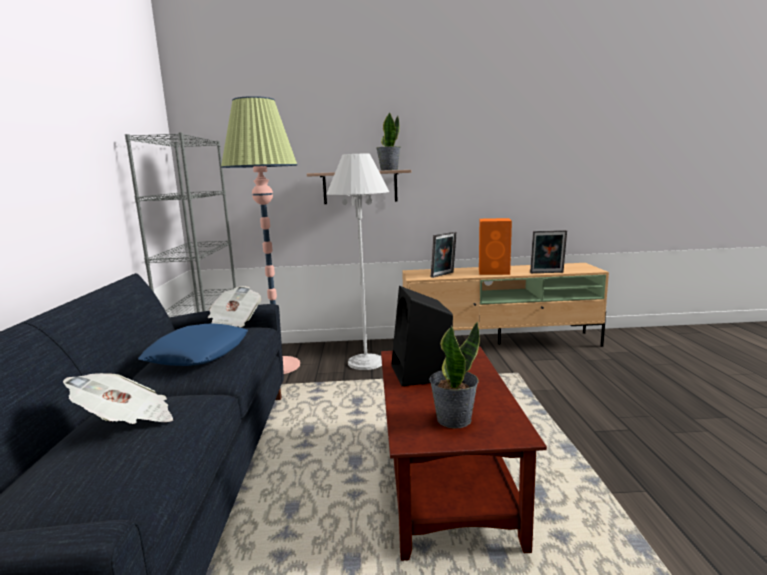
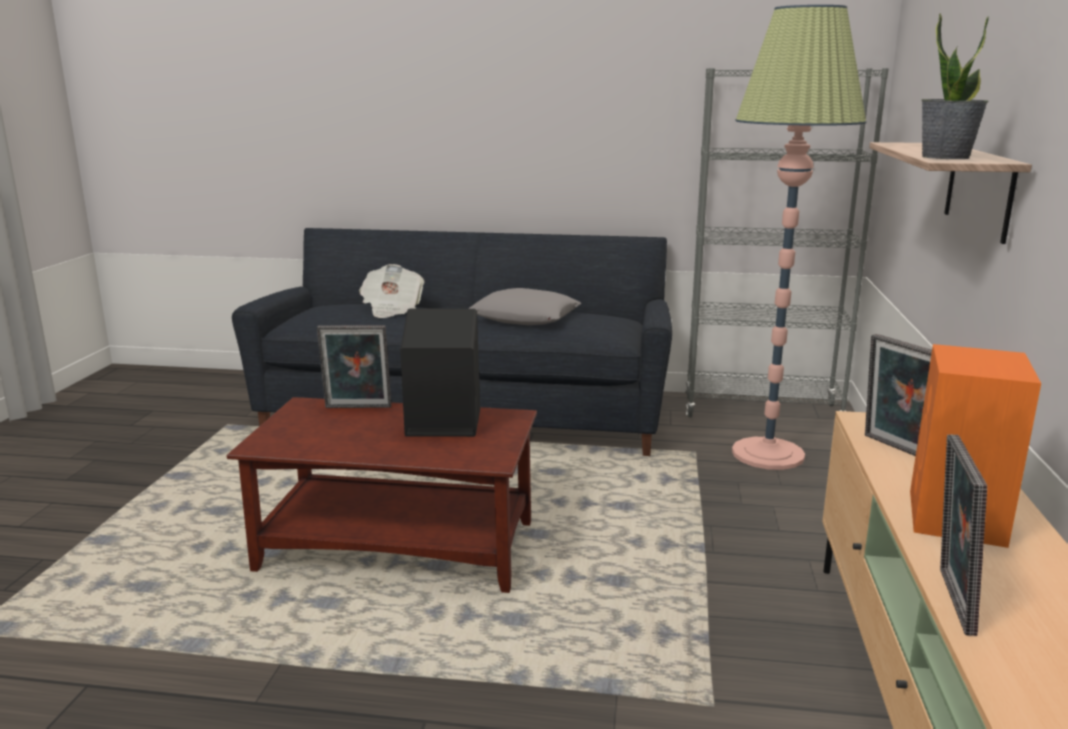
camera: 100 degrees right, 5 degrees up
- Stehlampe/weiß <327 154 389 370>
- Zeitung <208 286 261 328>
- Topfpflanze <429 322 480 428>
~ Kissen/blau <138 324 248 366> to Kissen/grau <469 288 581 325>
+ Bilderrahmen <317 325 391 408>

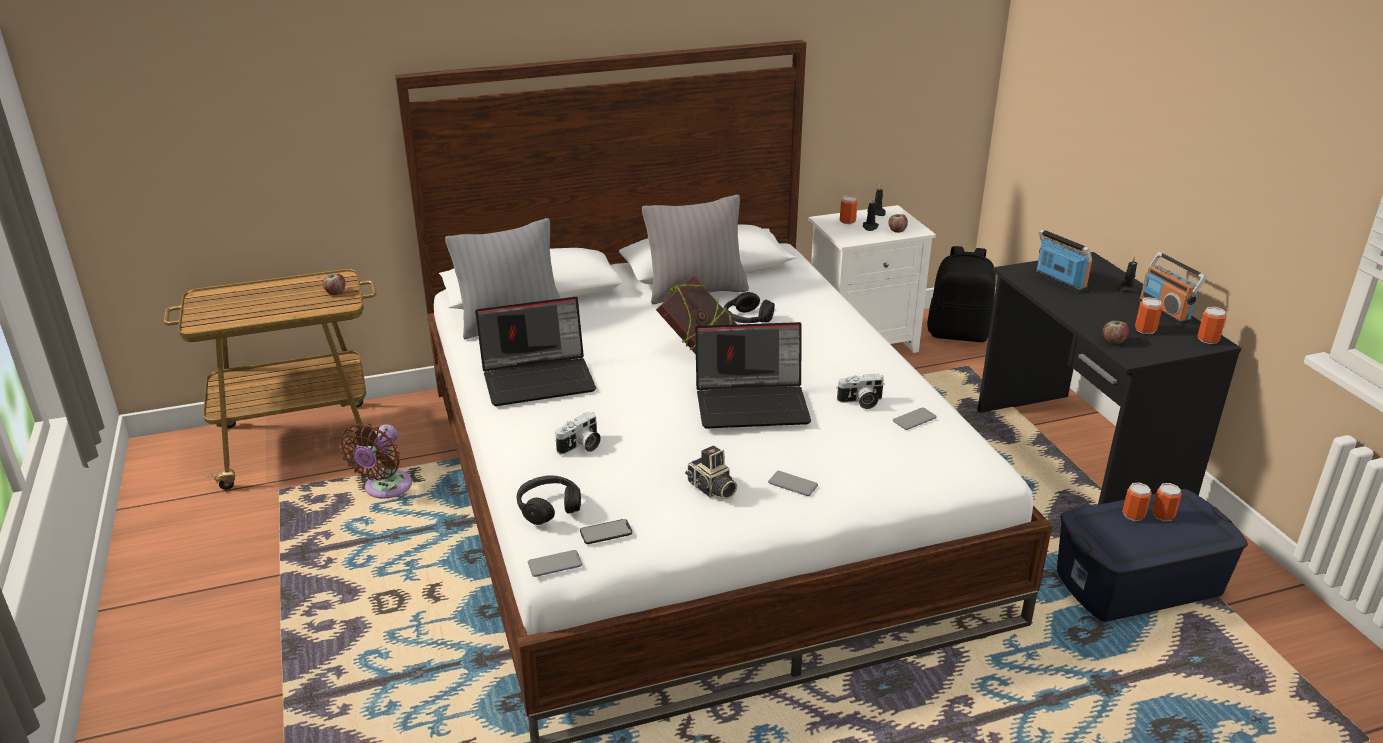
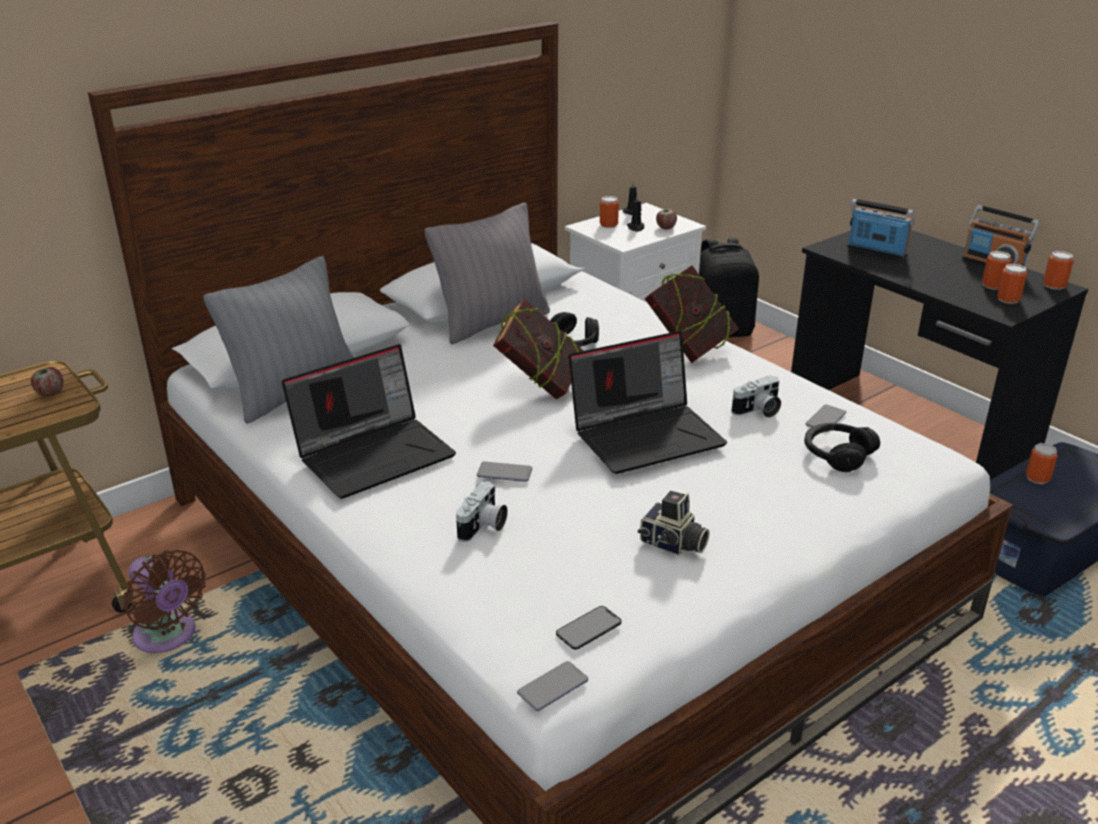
camera: 20 degrees left, 0 degrees up
- Kerze/schwarz <1117 256 1140 293>
- Apfel <1103 321 1129 344>
~ Ventilator/braun <340 424 412 499> = <124 550 206 653> 45 degrees counterclockwise
~ Handy <768 471 818 496> to <477 461 532 482>
~ Kopfhörer/schwarz <517 476 581 525> to <804 423 880 472>
~ Dose <1152 483 1182 521> to <997 264 1027 304>
+ Buch <645 266 739 363>

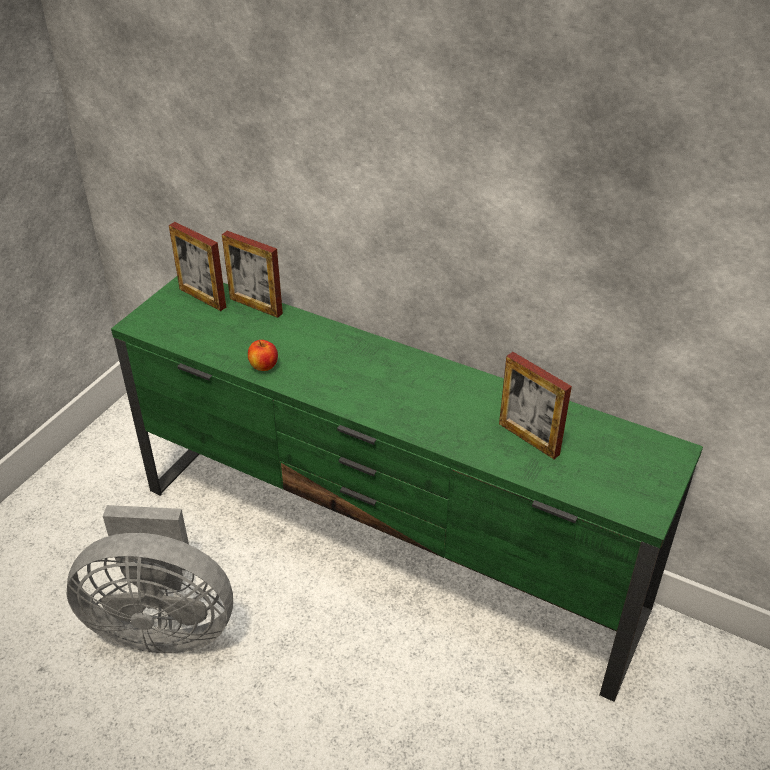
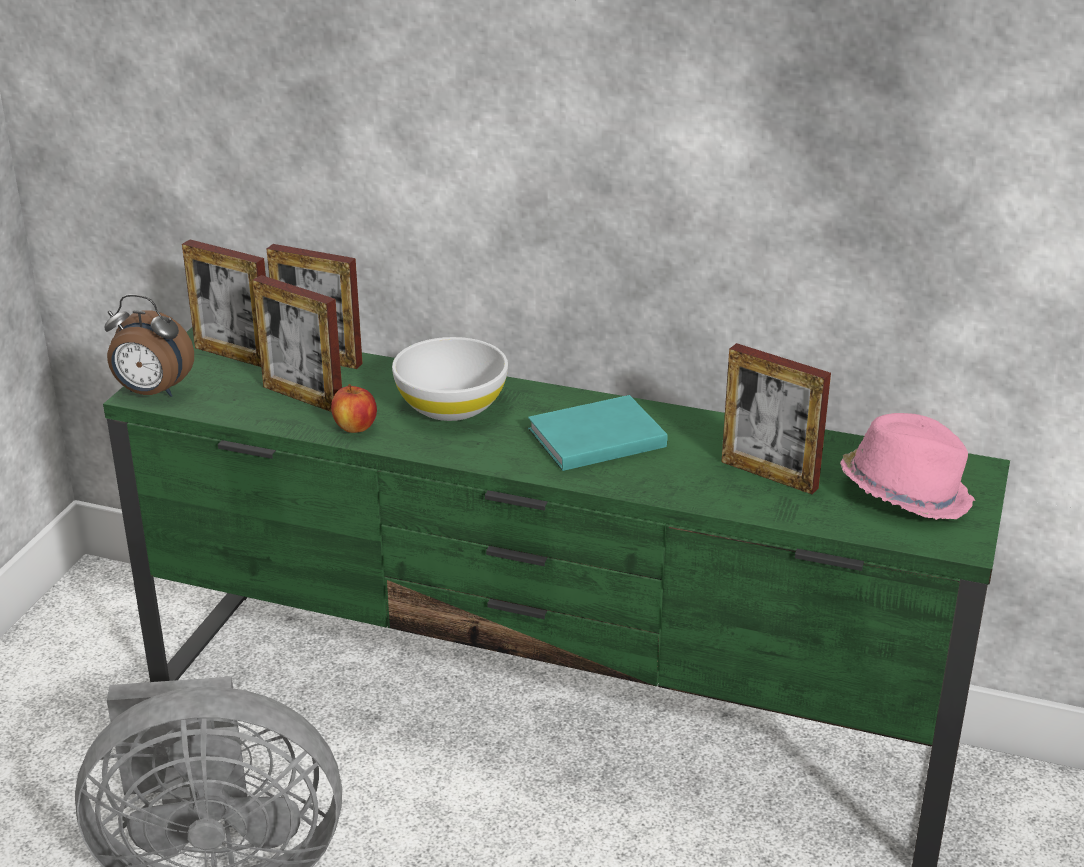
camera: 10 degrees left, 10 degrees down
+ Bilderrahmen <252 275 342 412>
+ Wecker <104 294 194 397>
+ Schüssel/weiß <392 337 508 421>
+ Buch/türkis <528 395 667 471>
+ Hut/rosa <840 413 975 520>

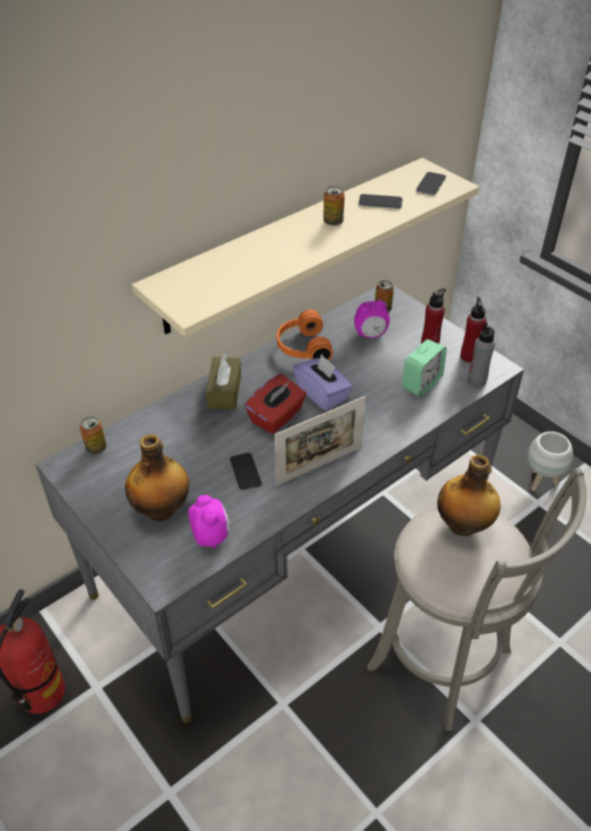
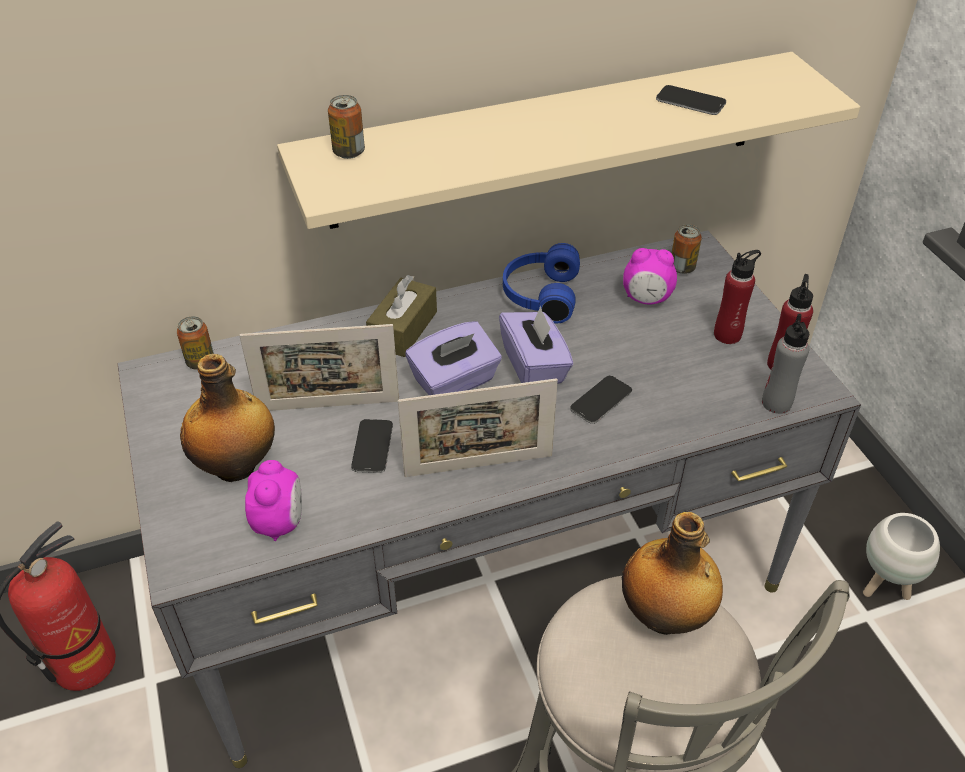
camera: 20 degrees right, 0 degrees up
~ Handy <416 172 446 195> to <570 376 632 424>
~ Dose <323 186 345 226> to <328 95 365 159>
~ Kopfhörer/orange <277 310 333 361> to Kopfhörer/blau <503 243 580 323>
- Wecker <402 339 447 397>
~ Taschentuchbox/rot <245 374 307 434> to Taschentuchbox/lila <405 321 502 395>
+ Bilderrahmen <239 324 399 411>

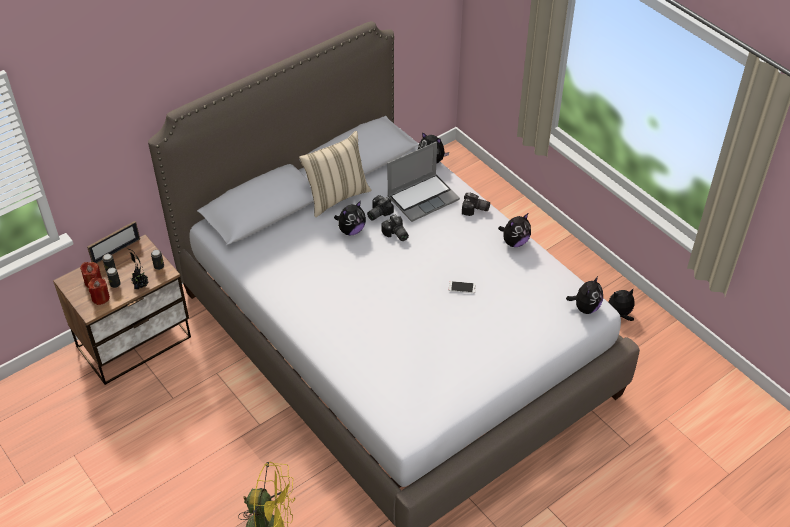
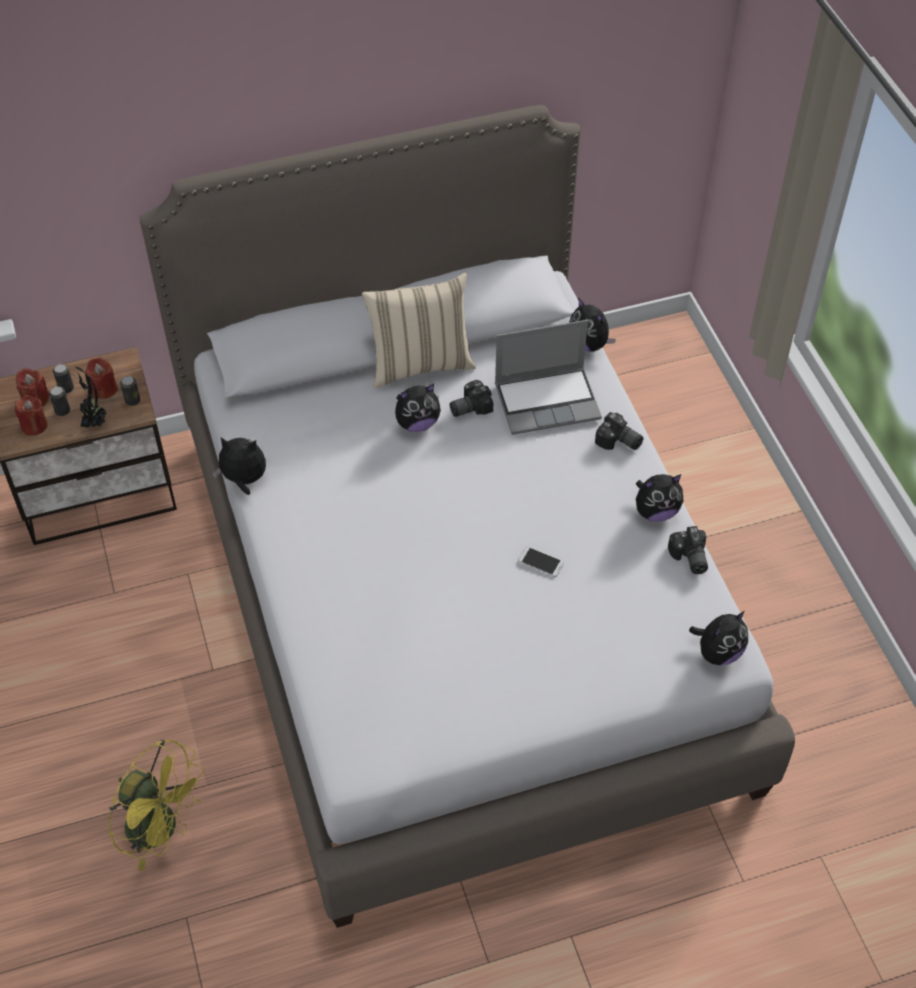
camera: 20 degrees right, 5 degrees up
~ Kamera <382 215 409 241> to <668 526 708 574>
- Bilderrahmen <87 221 140 264>
~ Plüschtier <608 289 634 321> to <213 437 266 495>
+ Kerze/rot <85 357 118 399>

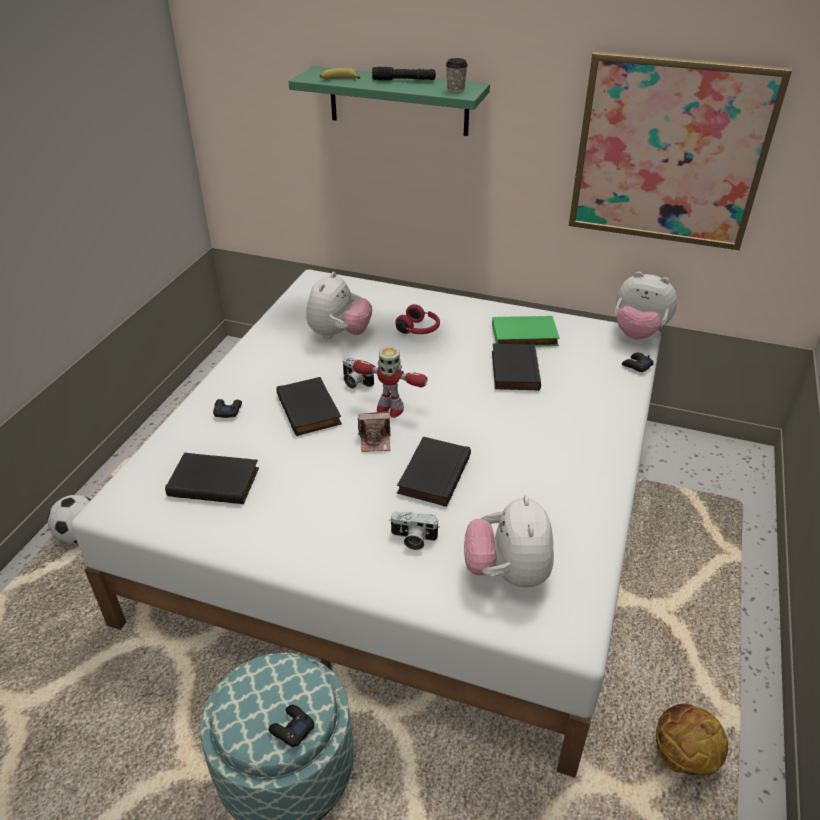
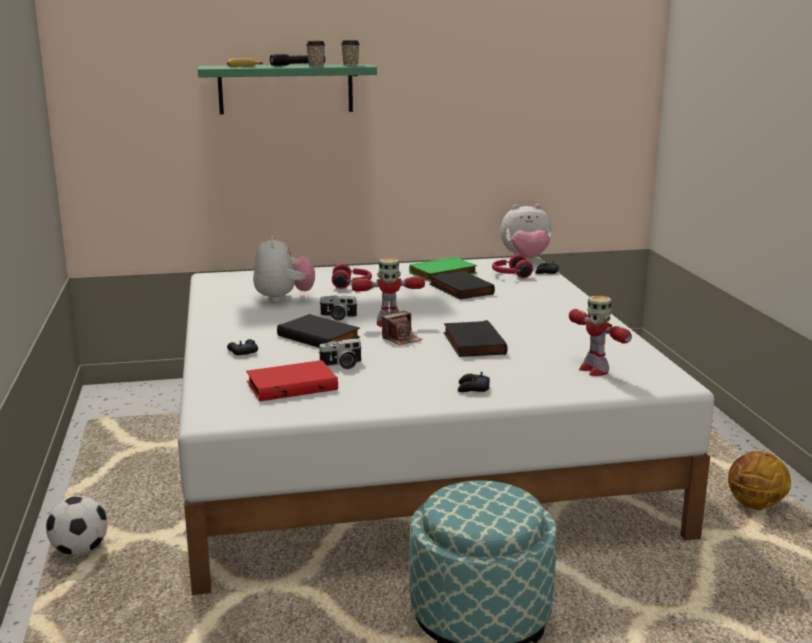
camera: 30 degrees left, 20 degrees down
- Bild <569 51 792 250>
~ Buch/schwarz <165 453 259 504> to Buch/rot <246 360 338 401>
~ Plüschtier <464 496 554 587> to Spielzeugroboter <569 296 632 376>
~ Kamera <389 512 440 550> to <319 338 362 369>
~ Gamepad/schwarz <268 705 314 747> to <458 372 490 392>
+ Tasse <306 41 325 67>
+ Kopfhörer/rot <492 254 533 278>

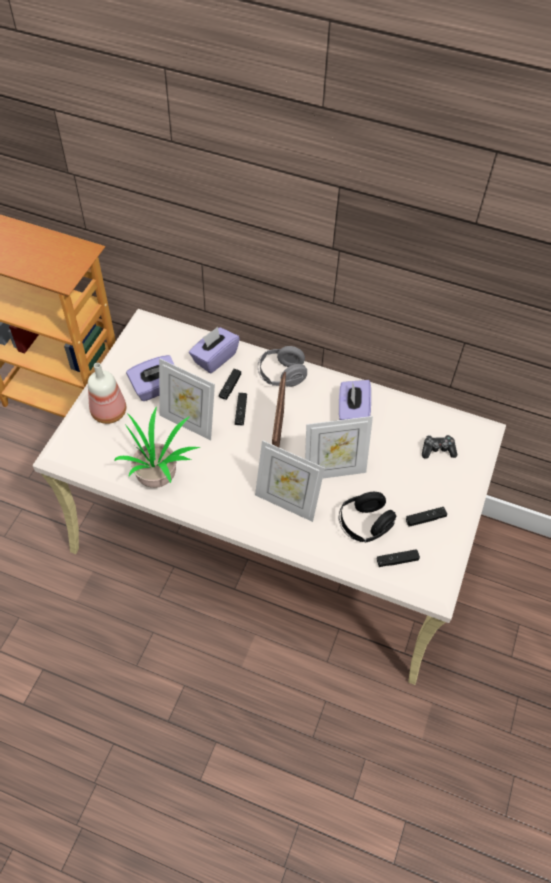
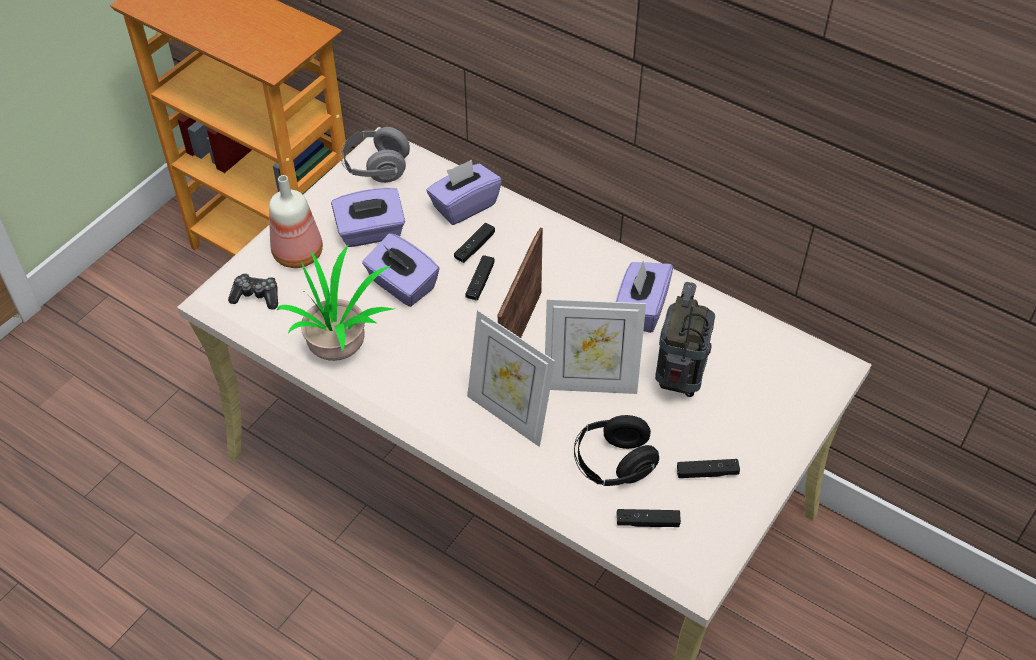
camera: 15 degrees right, 5 degrees down
~ Kopfhörer/grau <258 346 307 387> to <340 127 410 183>
~ Bilderrahmen <159 359 215 441> to Taschentuchbox/lila <362 233 440 307>
~ Gamepad <422 435 457 459> to <228 273 278 309>
+ Radio <655 282 715 397>

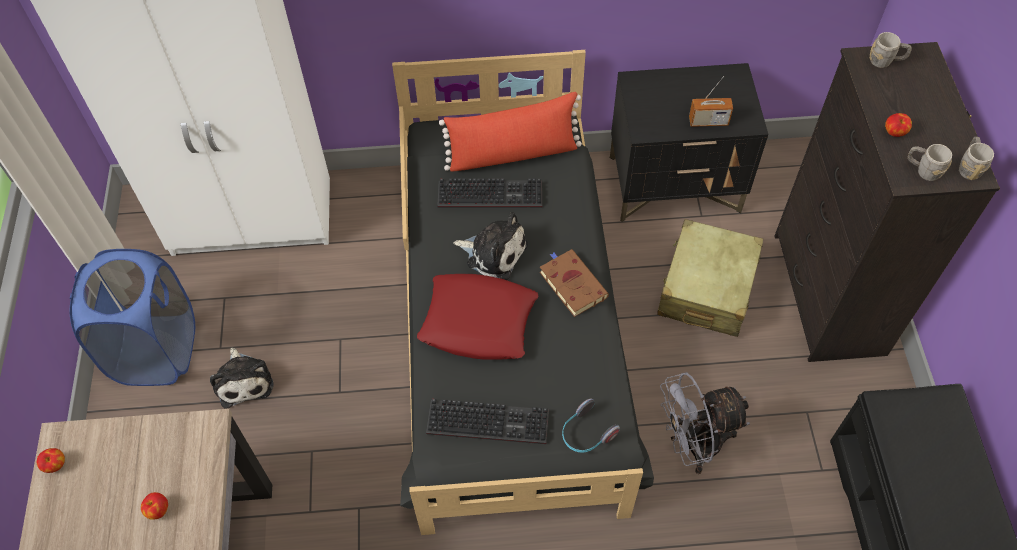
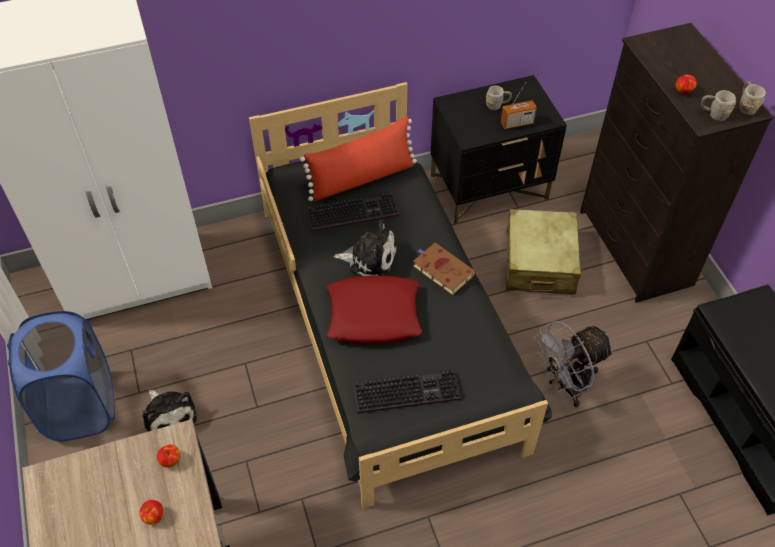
camera: 15 degrees left, 5 degrees down
~ Henkelbecher/grau <870 32 911 68> to <486 86 512 110>
- Kopfhörer <562 399 620 453>
~ Apfel <37 448 65 473> to <157 445 180 467>

